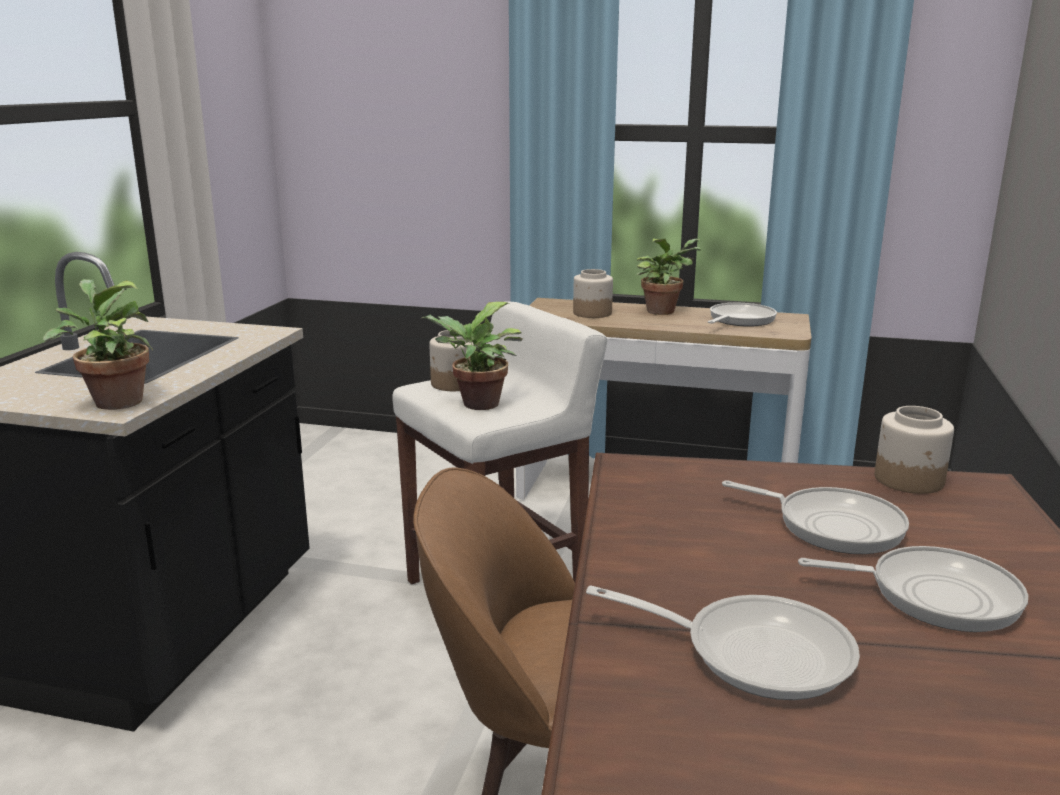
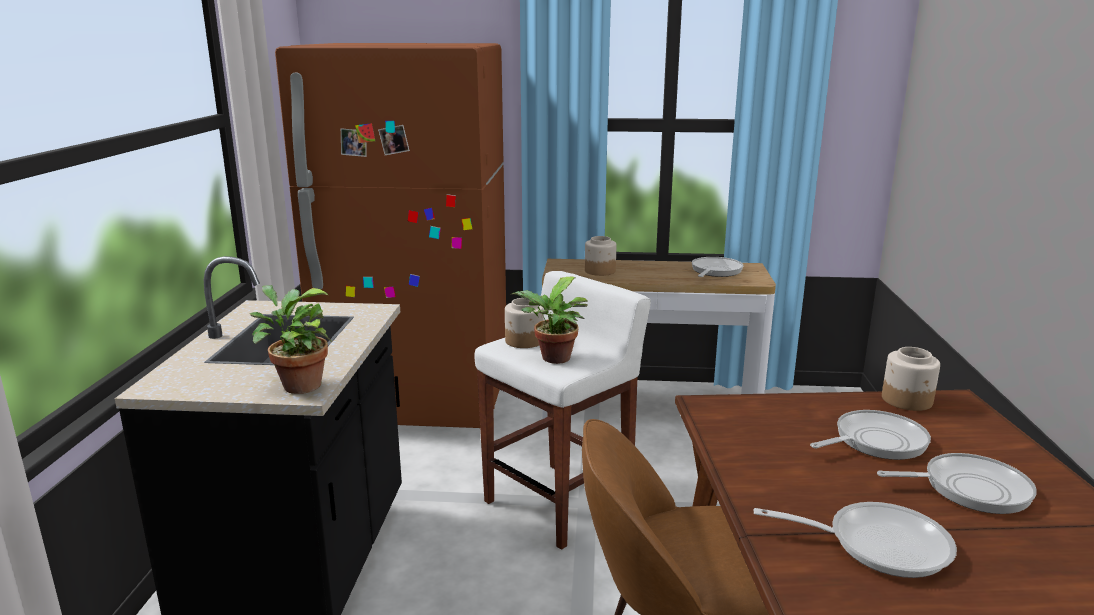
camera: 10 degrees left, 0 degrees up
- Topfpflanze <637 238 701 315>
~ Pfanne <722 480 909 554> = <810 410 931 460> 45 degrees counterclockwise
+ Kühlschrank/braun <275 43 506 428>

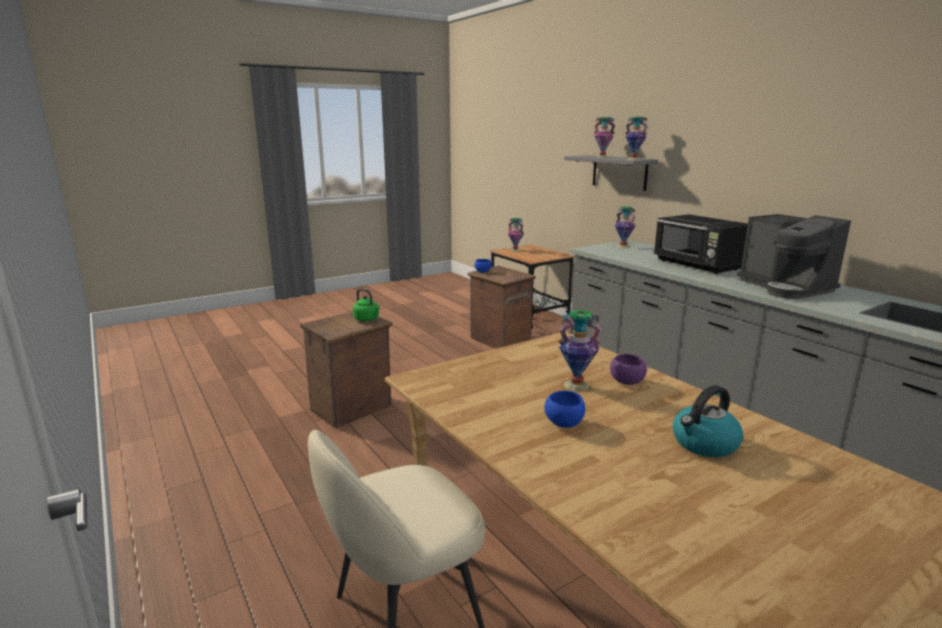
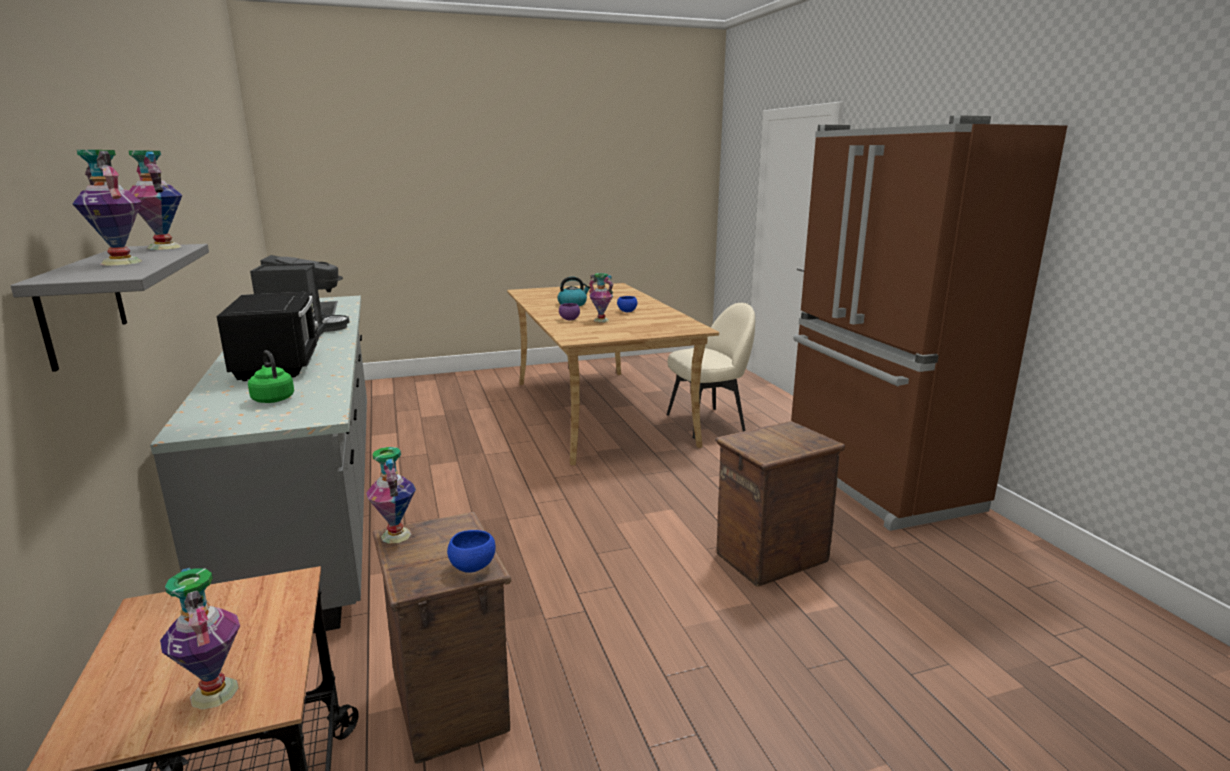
camera: 165 degrees left, 0 degrees up
~ Vase <615 206 636 248> to <366 447 416 543>
~ Wasserkessel/grün <353 288 380 321> to <248 350 294 403>
+ Kühlschrank/braun <791 115 1067 531>

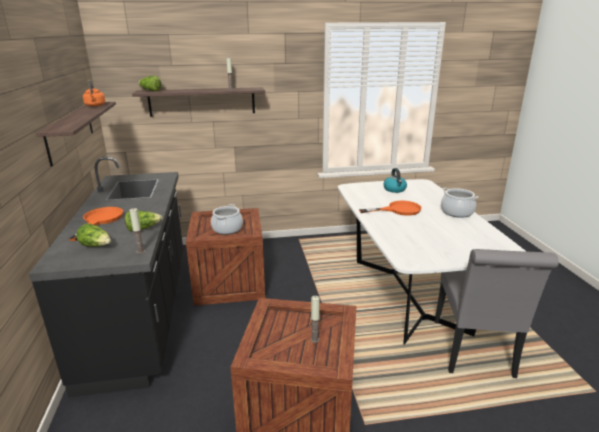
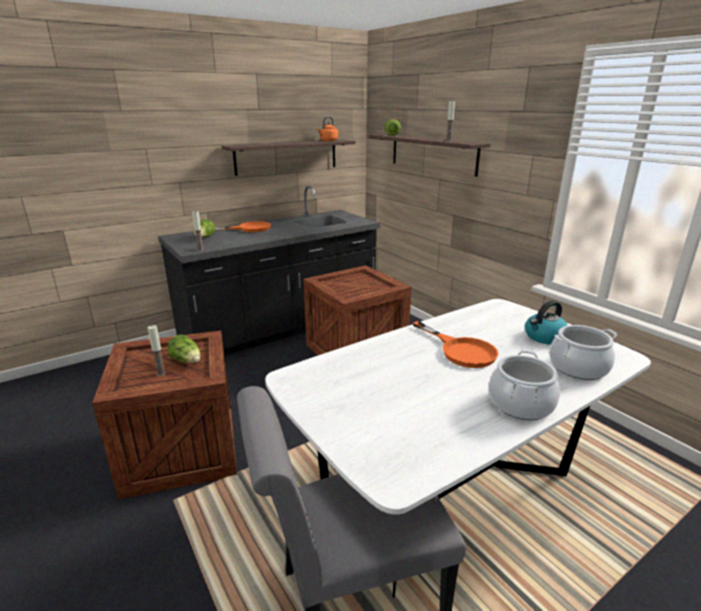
camera: 65 degrees right, 0 degrees up
~ Kochtopf <211 204 243 235> to <549 325 617 380>
~ Salatkopf <125 211 163 232> to <167 335 200 363>

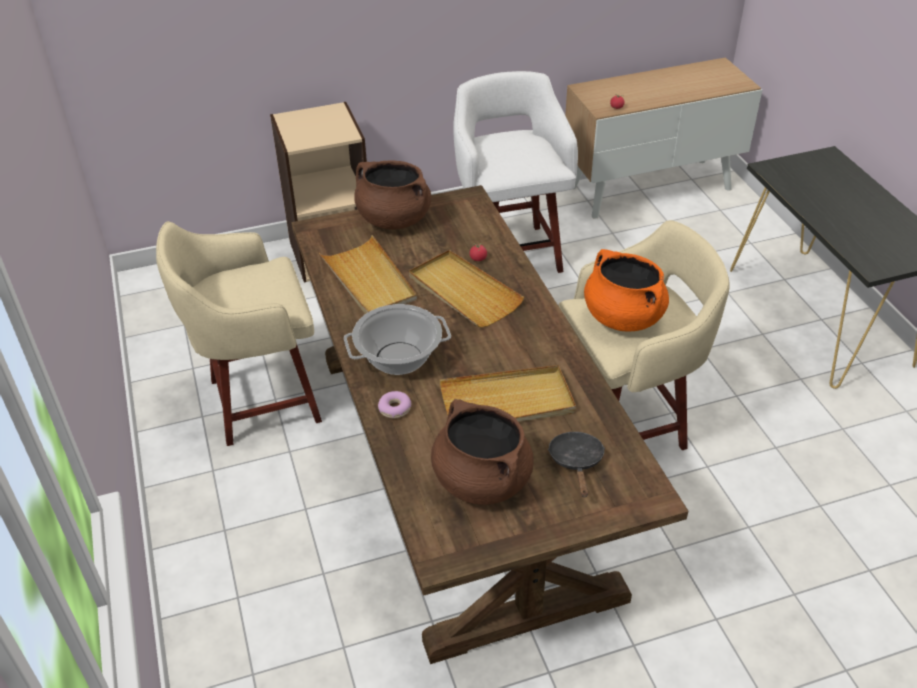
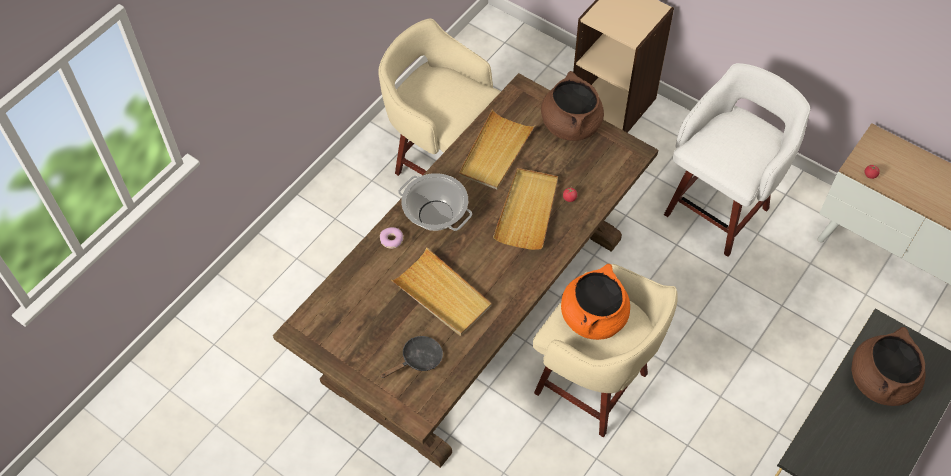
camera: 55 degrees right, 15 degrees up
~ Kochtopf/braun <431 399 534 505> to <852 327 926 406>

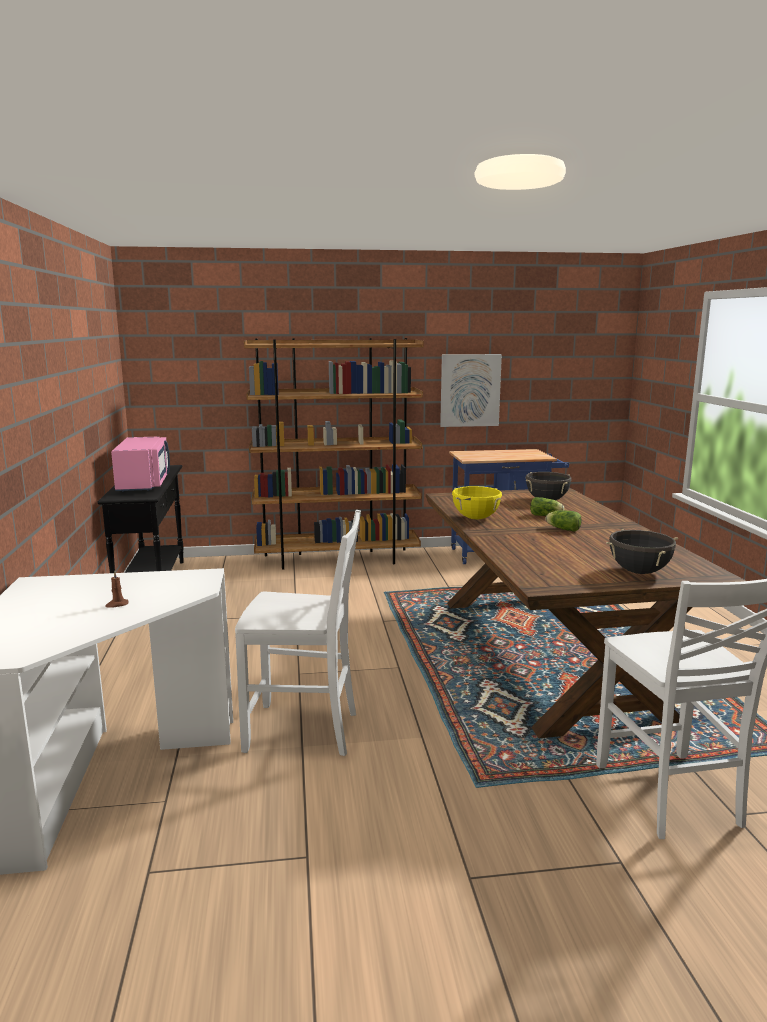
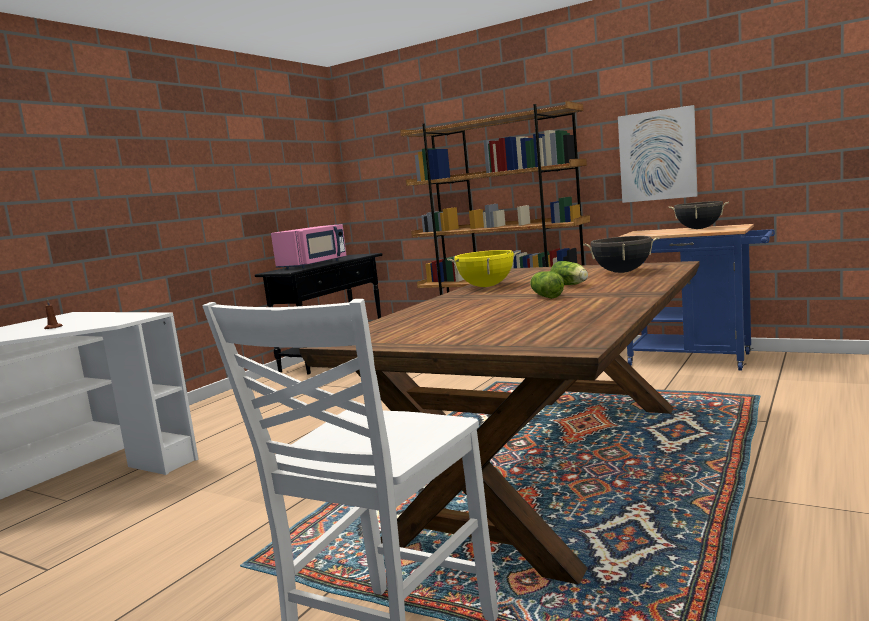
camera: 40 degrees right, 5 degrees down
- Stuhl/weiß <235 510 361 756>
~ Kochtopf/schwarz <606 529 678 574> to <669 201 729 229>

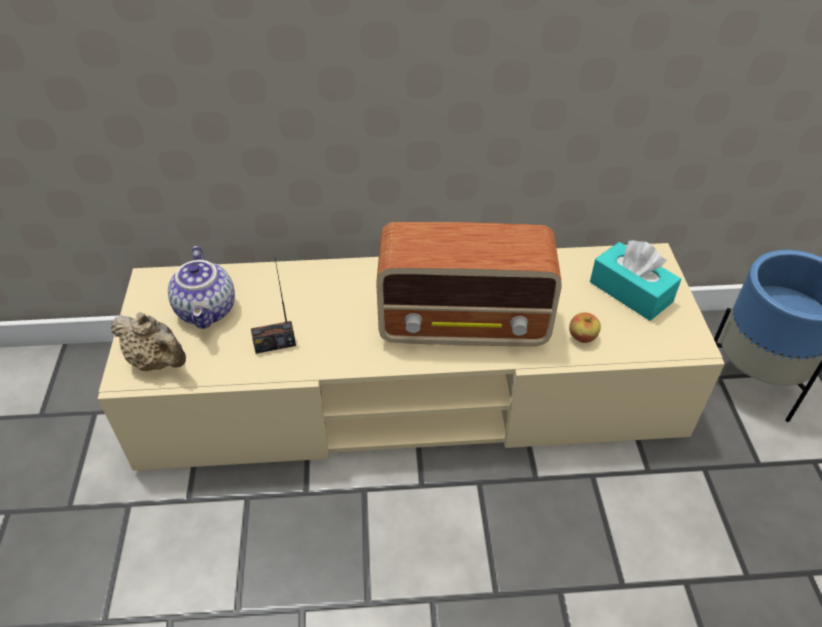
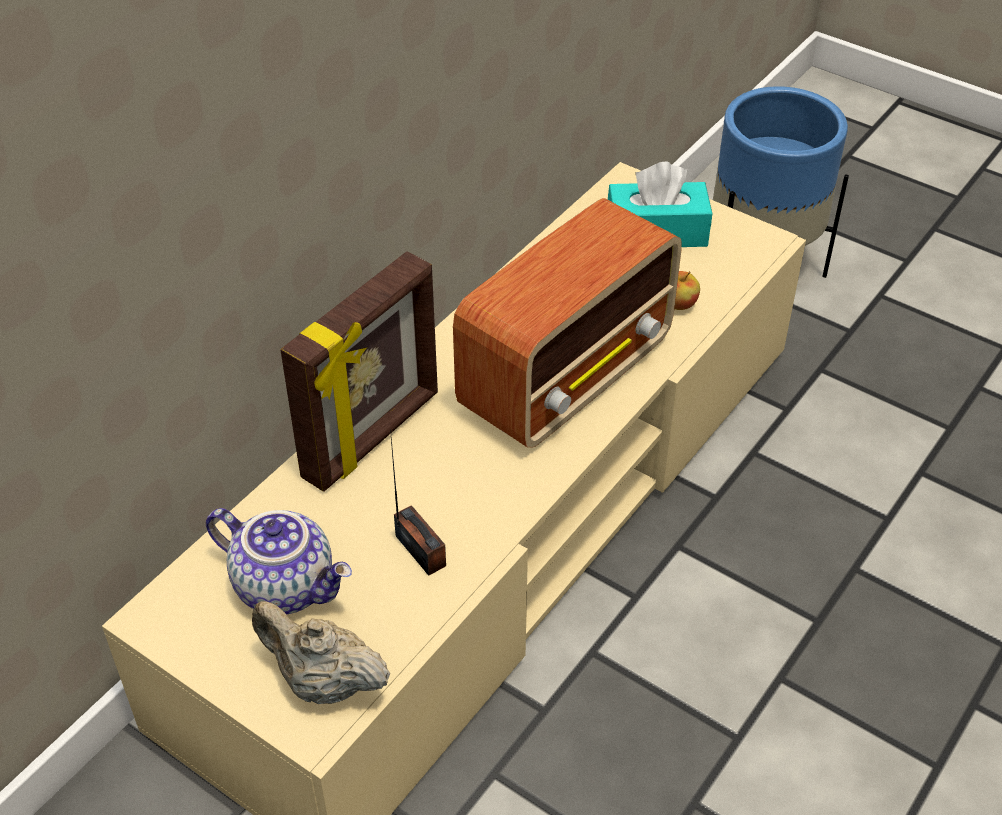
camera: 50 degrees left, 0 degrees up
~ Radio <251 259 296 354> = <390 429 446 576> 60 degrees counterclockwise
~ Teekanne/beige <111 312 186 371> = <252 601 390 704> 135 degrees counterclockwise
+ Bilderrahmen <281 252 438 492>

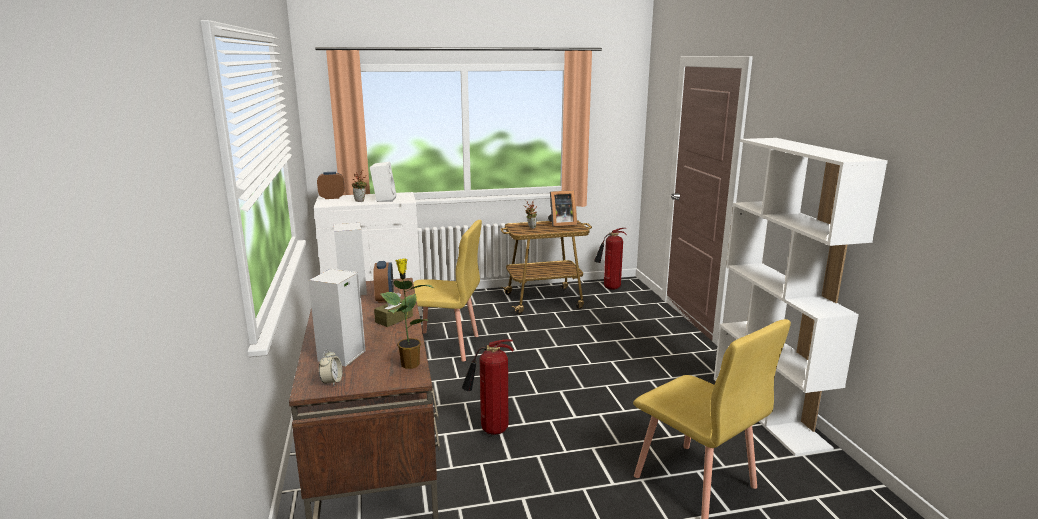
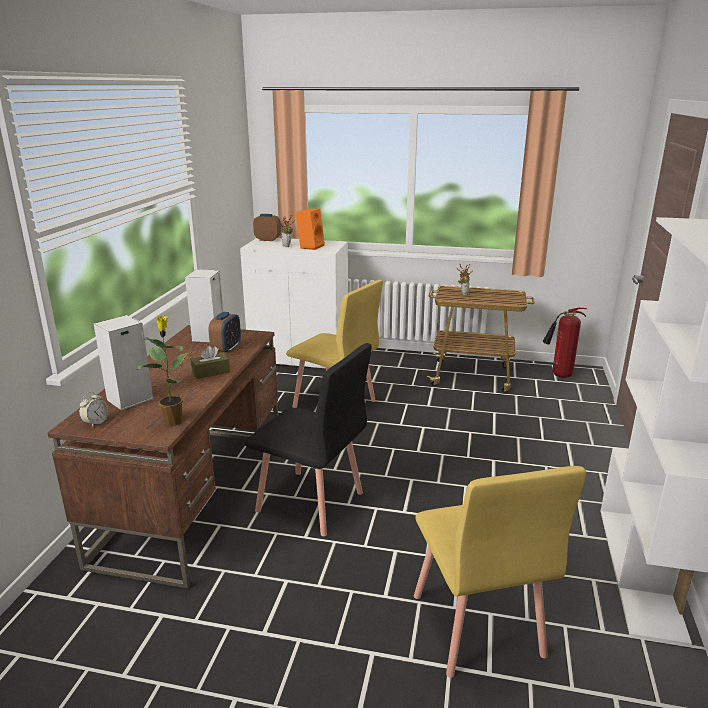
camera: 25 degrees right, 5 degrees up
~ Lautsprecher/weiß <370 162 396 202> to Lautsprecher/orange <295 208 325 250>
- Bilderrahmen <548 190 577 227>
~ Feuerlöscher <462 339 513 435> to Stuhl/schwarz <245 343 372 536>

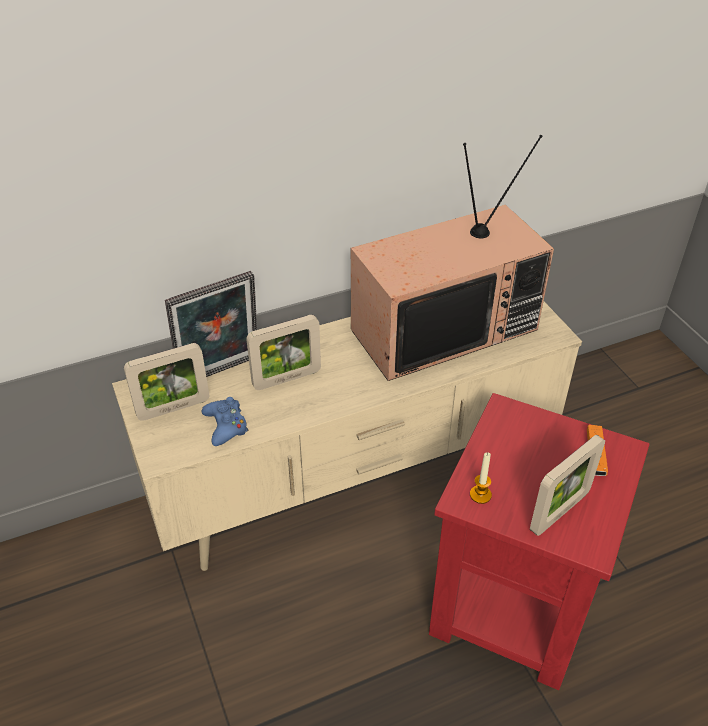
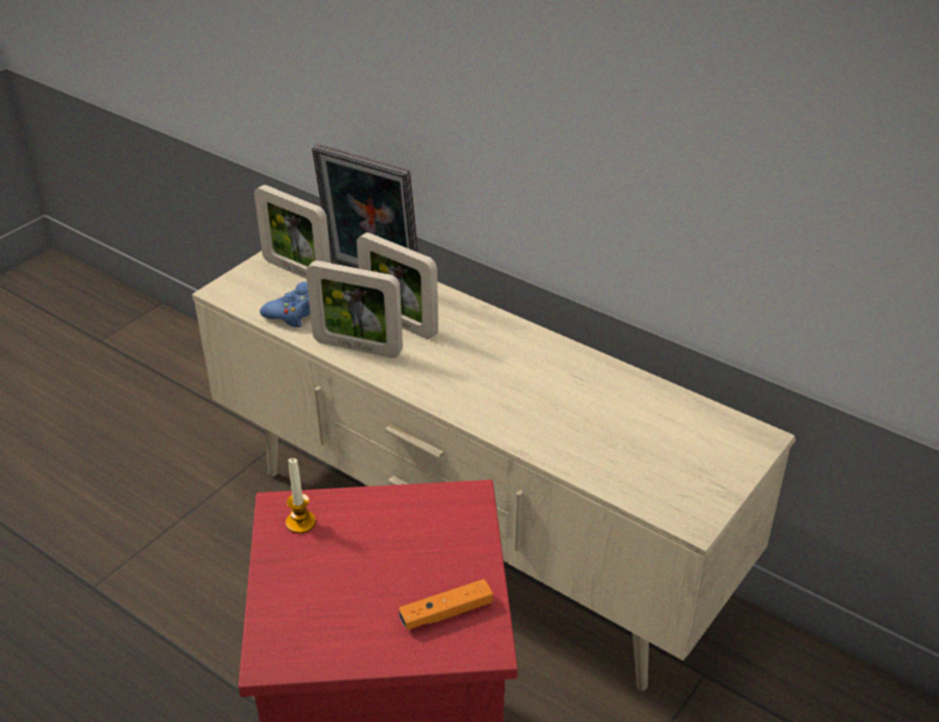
camera: 60 degrees right, 5 degrees down
- Fernseher <351 135 554 381>
~ Bilderrahmen <530 435 605 536> to <306 261 403 358>

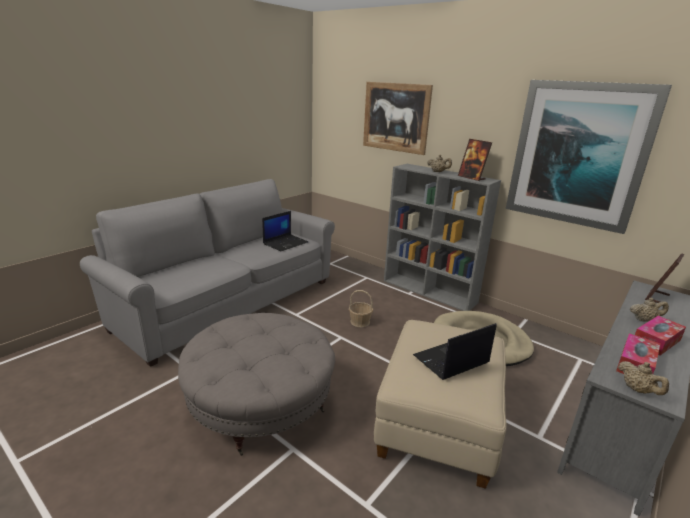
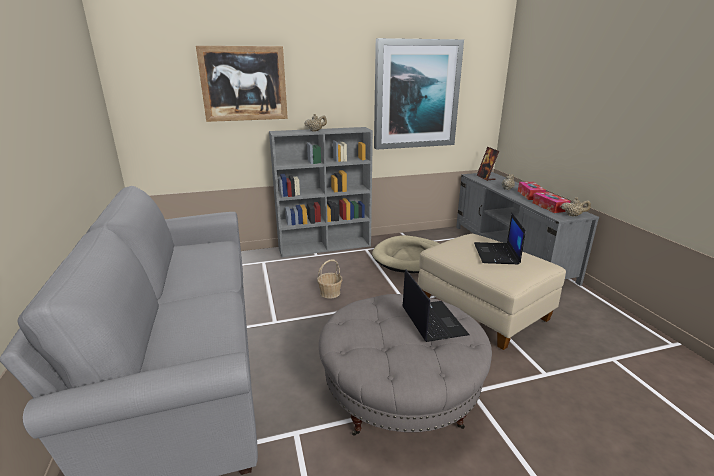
camera: 55 degrees left, 0 degrees up
- Bilderrahmen <458 139 492 181>
~ Laptop <262 211 308 251> to <402 269 470 342>

